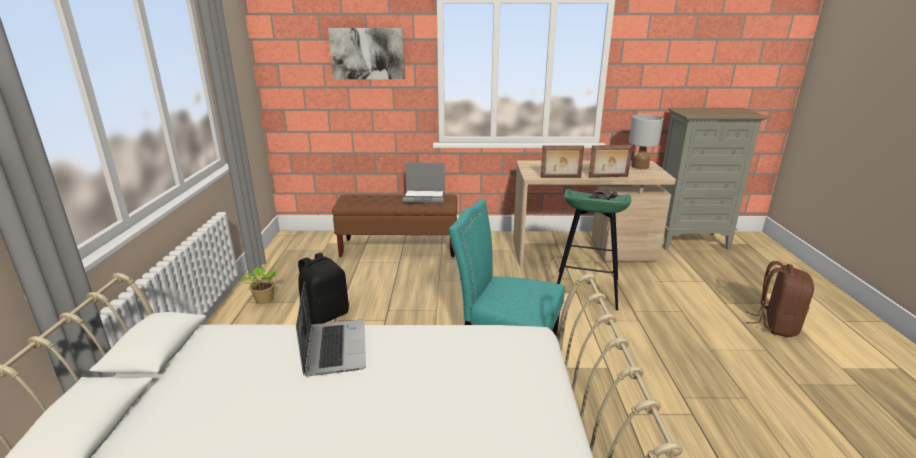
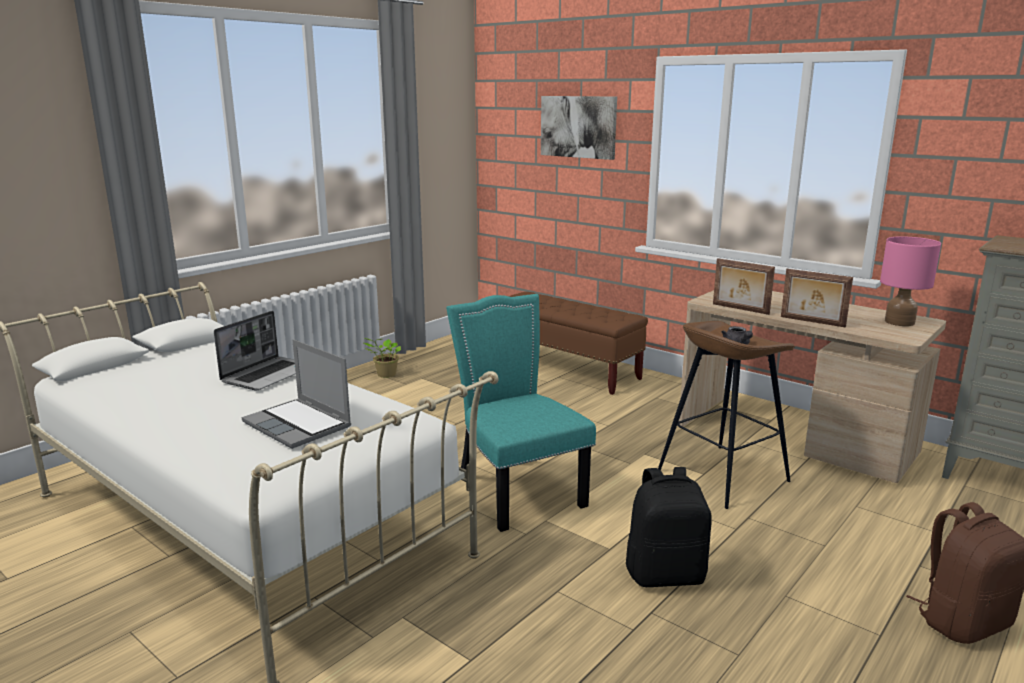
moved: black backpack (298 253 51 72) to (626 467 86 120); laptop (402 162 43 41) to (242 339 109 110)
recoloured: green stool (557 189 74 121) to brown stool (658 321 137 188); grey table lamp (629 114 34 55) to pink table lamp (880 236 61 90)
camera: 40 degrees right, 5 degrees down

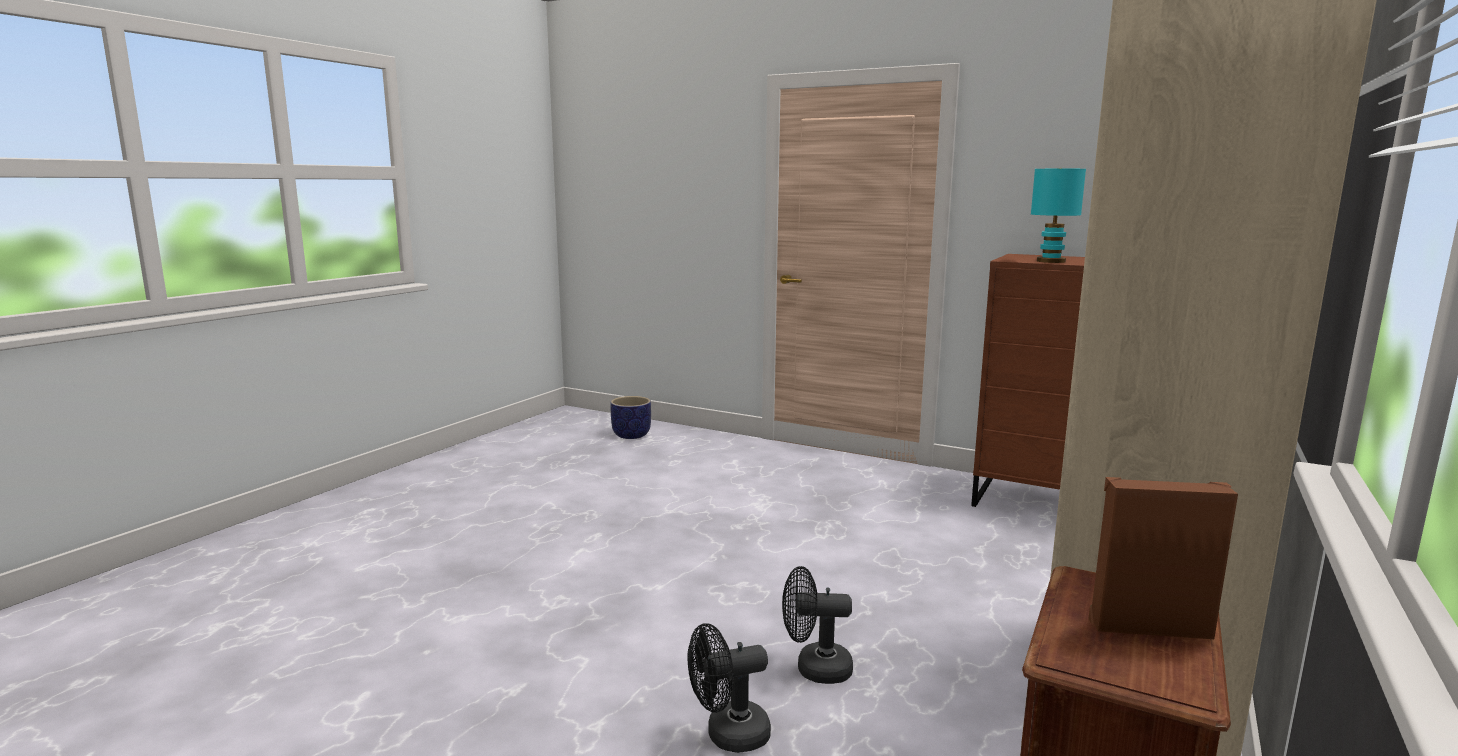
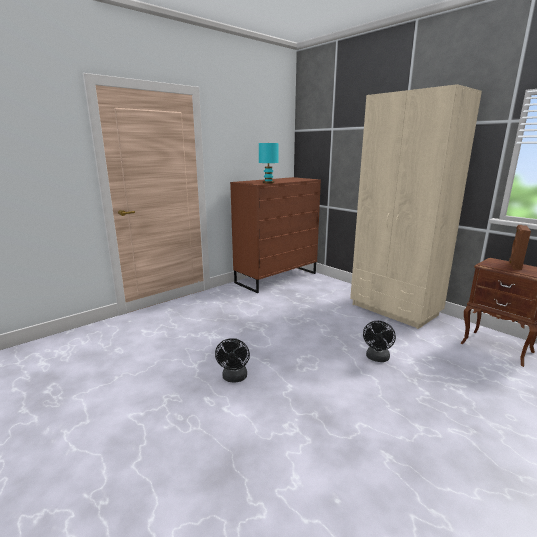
removed: planter (611 396 40 43)
moved: black fan (688 623 83 130) to (215 338 35 44)
camera: 70 degrees left, 5 degrees up

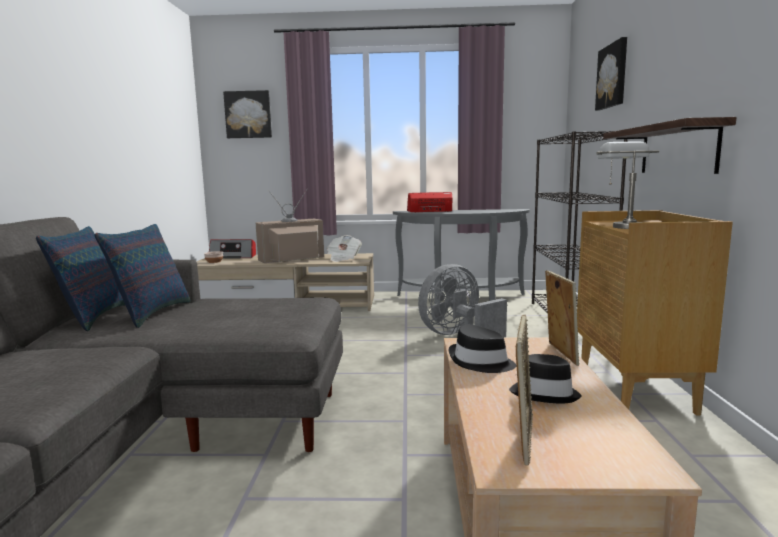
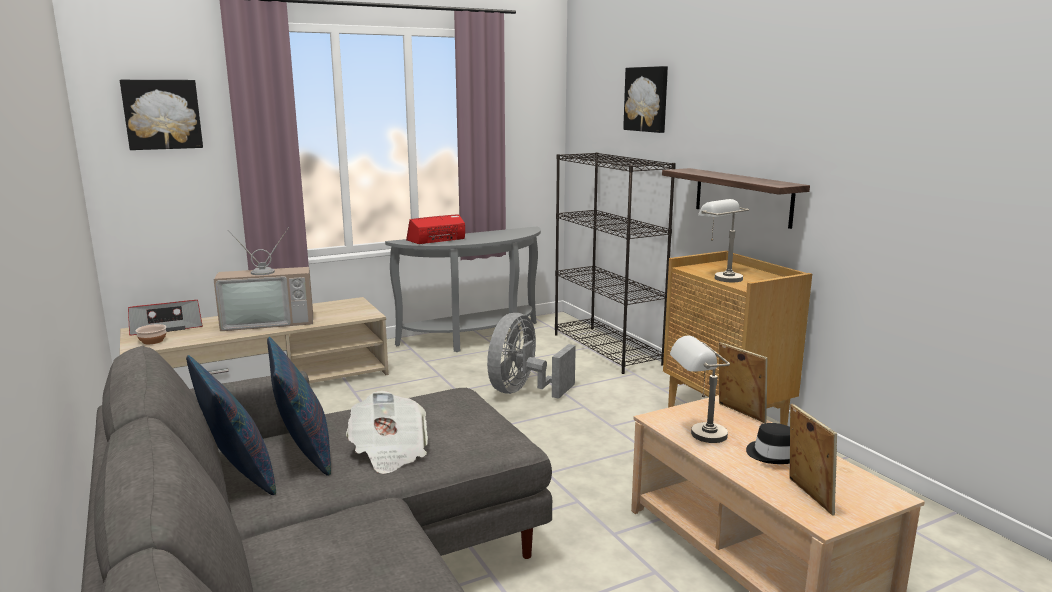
moved: newspaper (327 235 35 27) to (346 391 82 83)
replaced: black hat (449 324 67 49) to grey table lamp (670 335 60 108)
turned: television (256 190 68 73) = (214 227 99 104) 135 degrees counterclockwise
camera: 30 degrees left, 5 degrees up

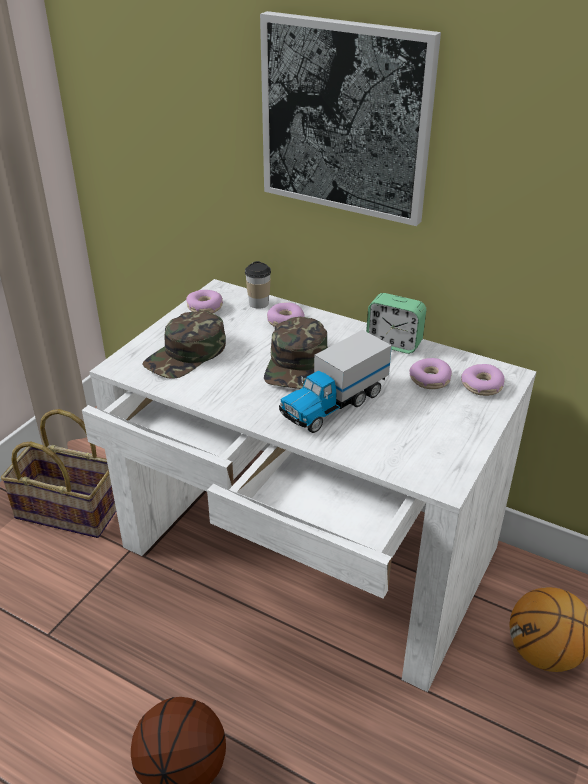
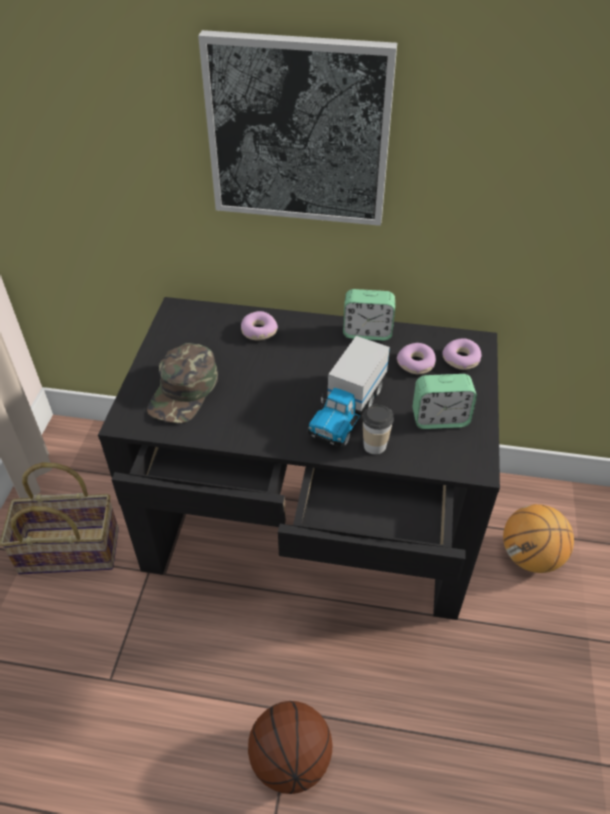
removed: donut (186 290 37 23); green cap (264 317 64 72)
added: alarm clock (412 374 65 55)
moved: cup (245 261 26 48) to (362 404 32 51)
recoloured: white desk (82 279 455 413) to black desk (98 297 402 323)
camera: 20 degrees left, 10 degrees up

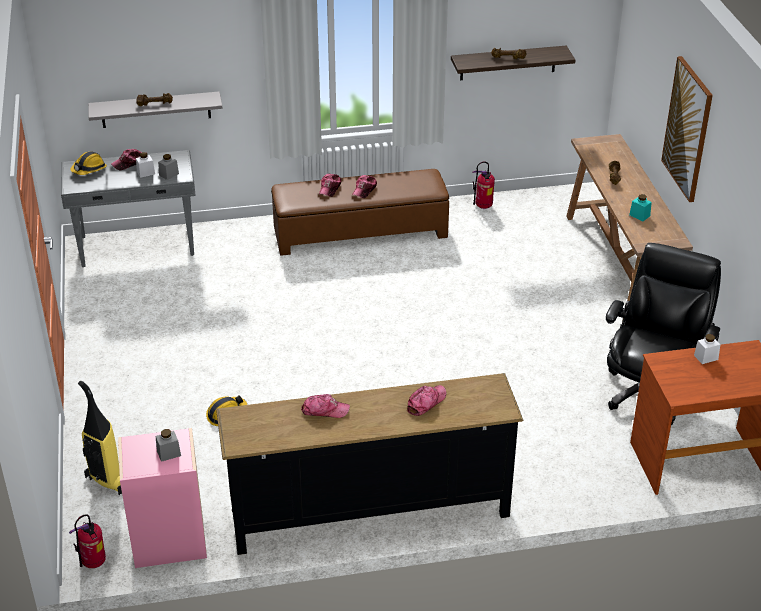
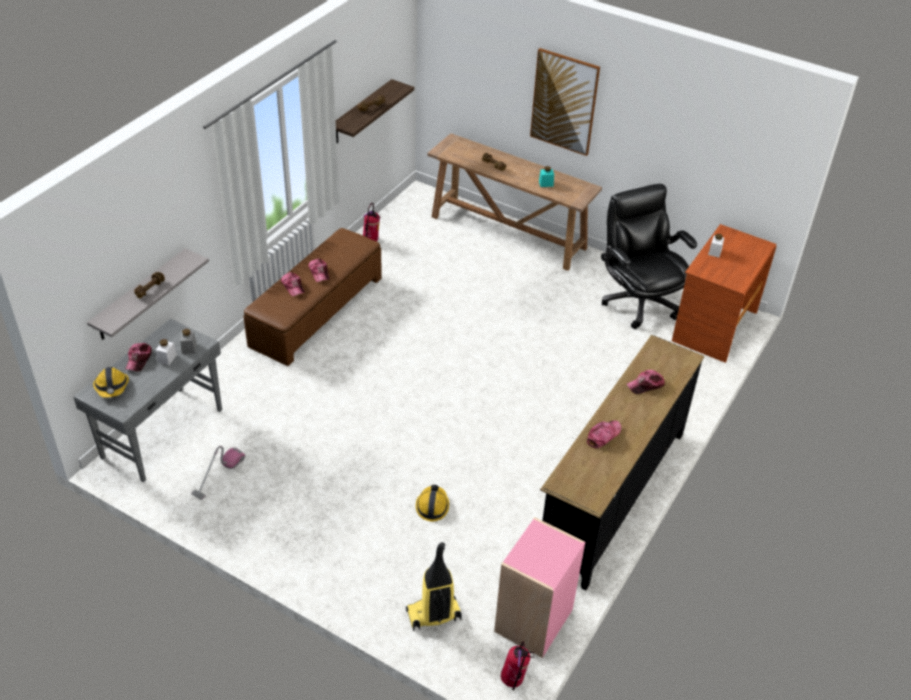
removed: grey jar (156 429 25 33)
added: vacuum cleaner (191 446 54 54)
turned: cap (407 385 39 31) = (627 370 38 24) 105 degrees counterclockwise
camera: 50 degrees left, 5 degrees up

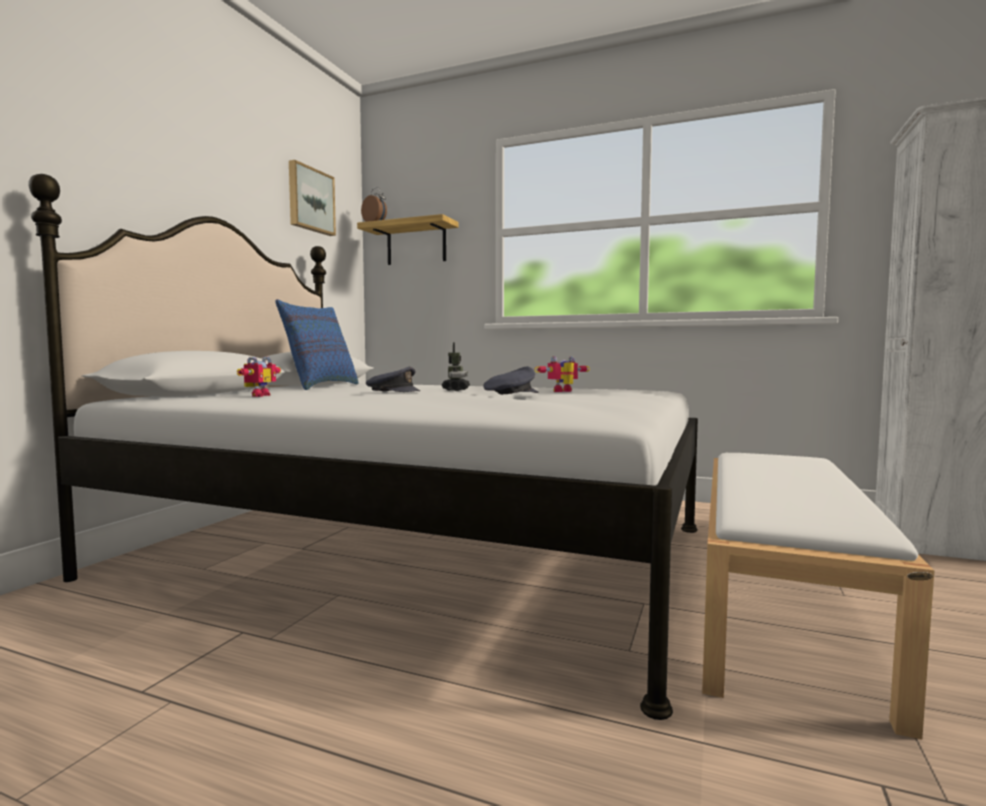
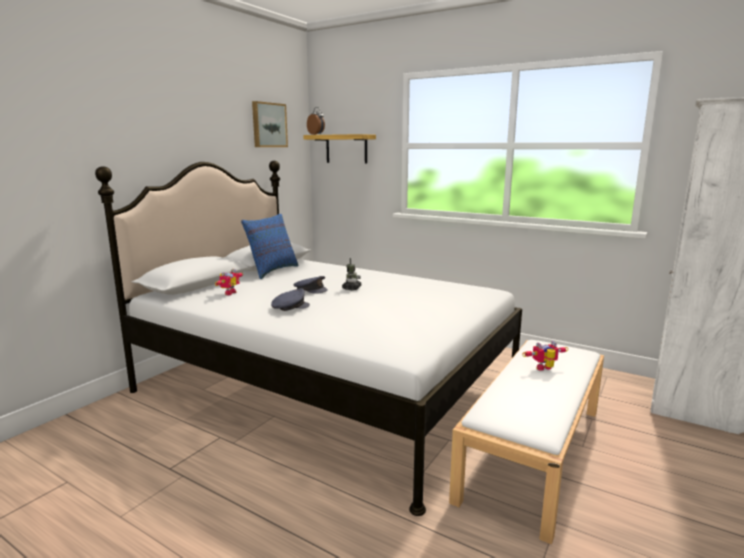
moved: grey cap (483 366 56 29) to (271 288 39 23); toy robot (534 356 56 36) to (523 341 45 30)
camera: 10 degrees right, 10 degrees up

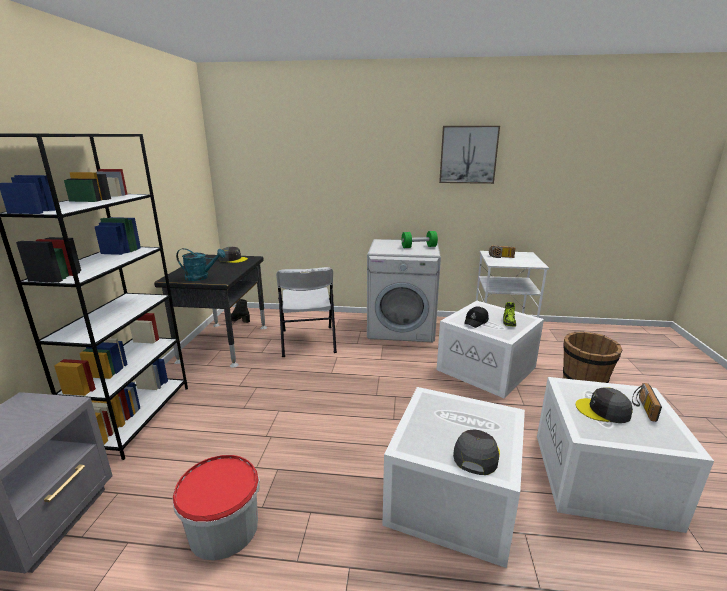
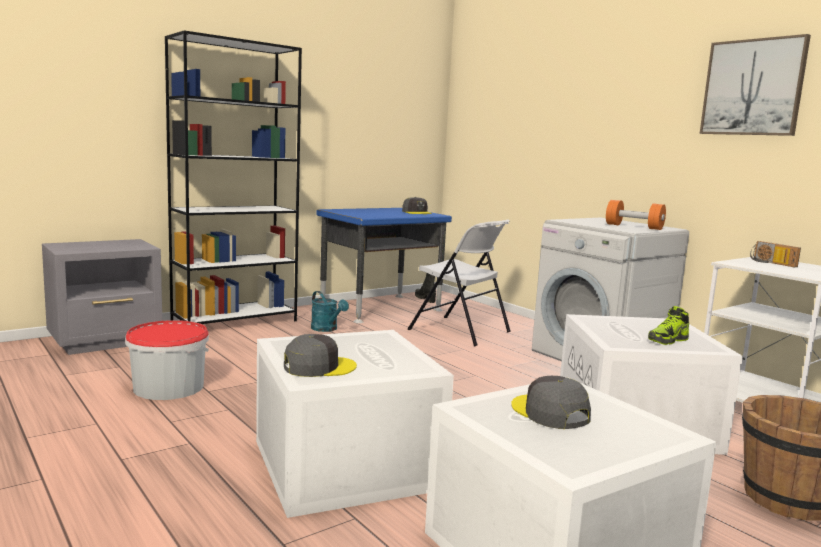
removed: black cap (464 307 25 21); radio (632 383 30 39)
moved: turquoise watering can (176 248 49 33) to (311 291 38 41)
recoloured: black desk (154 255 113 112) to blue desk (317 208 135 115); green dumbbell (402 231 36 17) to orange dumbbell (606 200 60 30)
turned: white chair (276 267 61 90) = (408 219 103 128) 90 degrees counterclockwise
camera: 45 degrees right, 10 degrees down

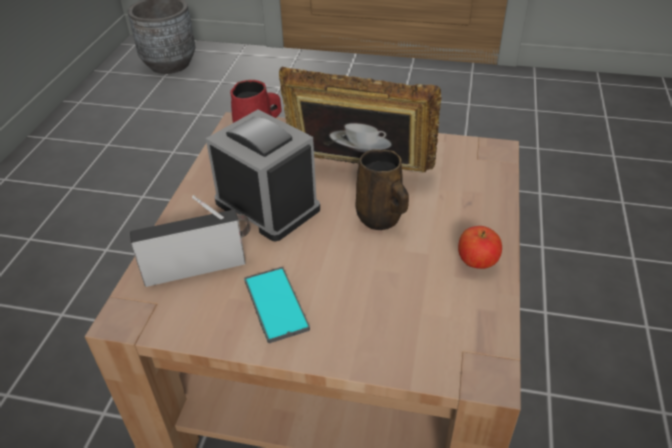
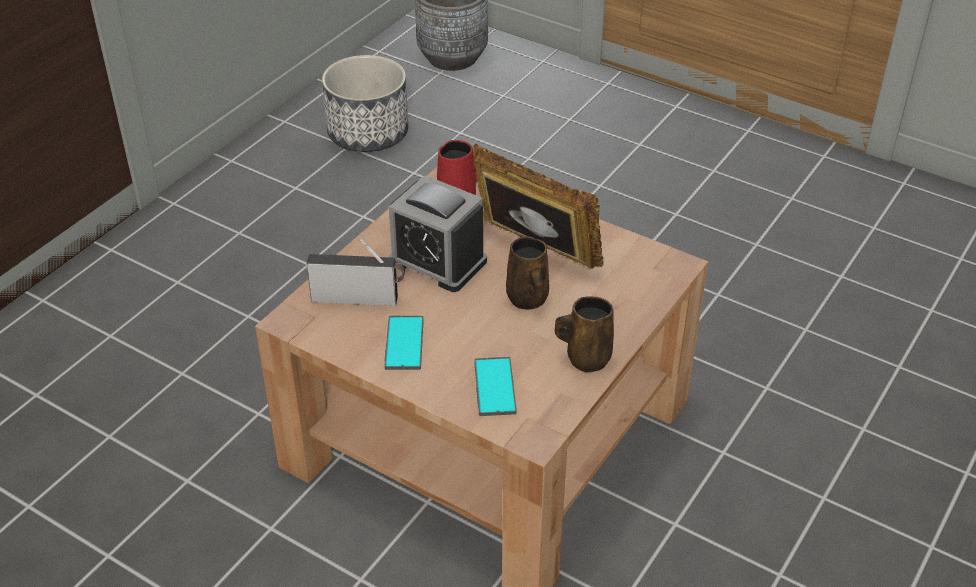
added: planter (322 55 86 97); phone (474 357 43 59)
replaced: apple (458 226 44 43) to brown mug (555 296 59 76)
turned: alarm clock (206 109 114 132) = (389 175 98 117) 150 degrees clockwise
camera: 20 degrees right, 0 degrees up

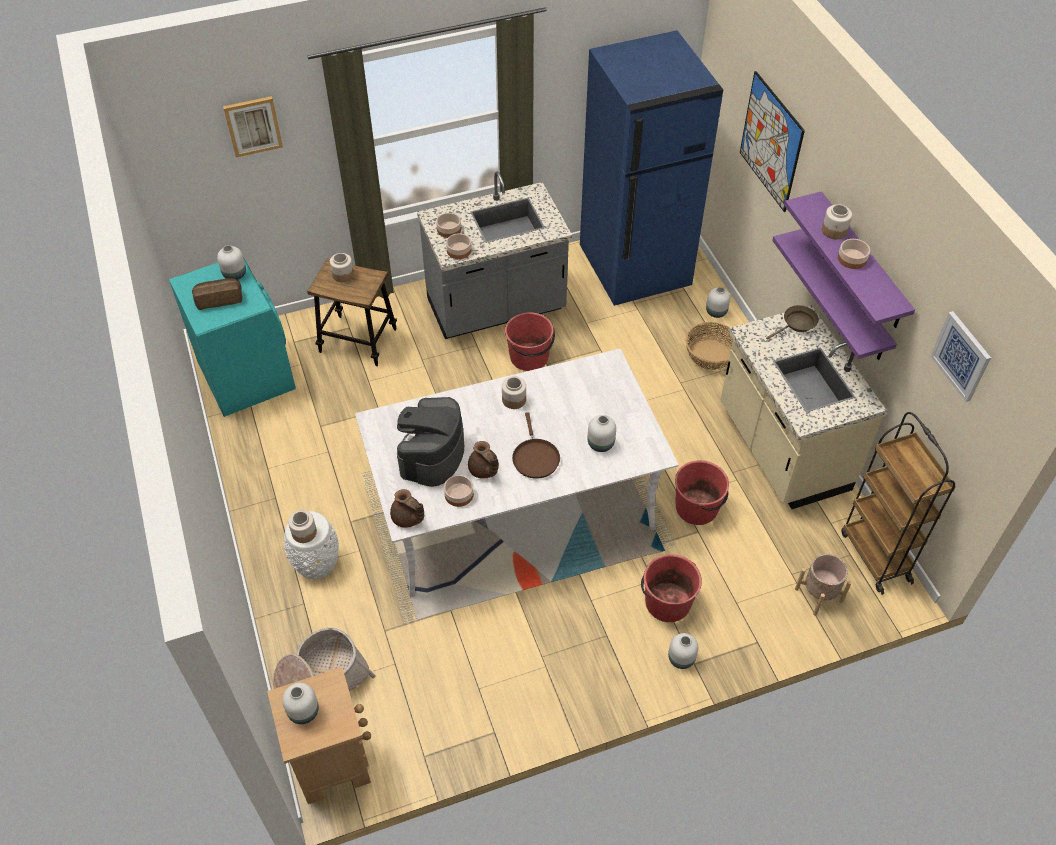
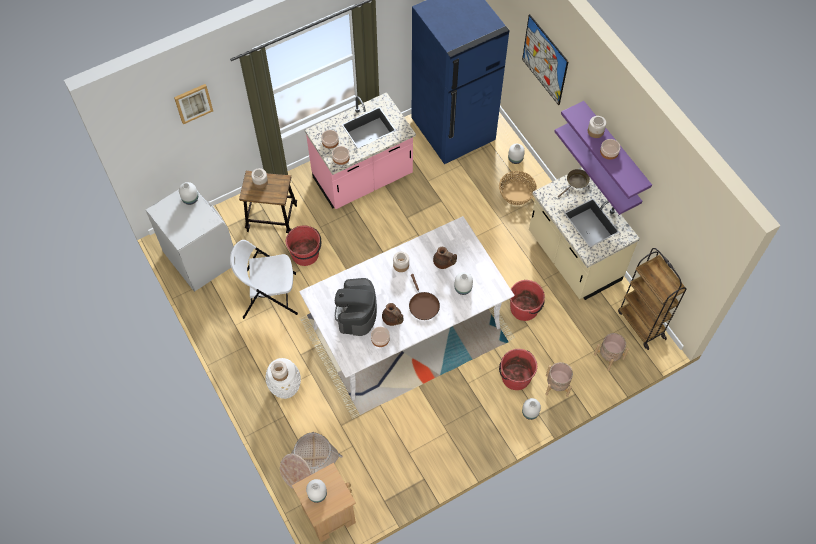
removed: bread (192 278 50 32); picture (931 311 60 91)
added: white chair (230 240 68 79); beige planter (545 362 28 35)
moved: brown teapot (390 489 34 39) to (433 247 24 22); red bucket (505 312 50 59) to (286 225 35 41)
recoloured: turquoise washing machine (169 259 127 158) to white washing machine (146 189 89 103); grey counter (417 171 155 168) to pink counter (305 92 111 117)
camera: 10 degrees left, 10 degrees up

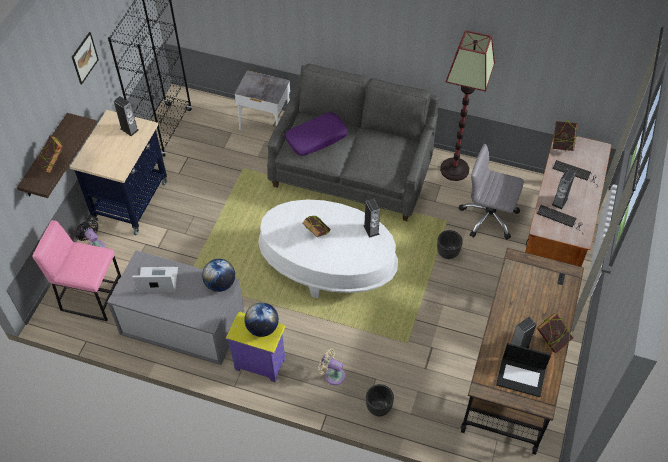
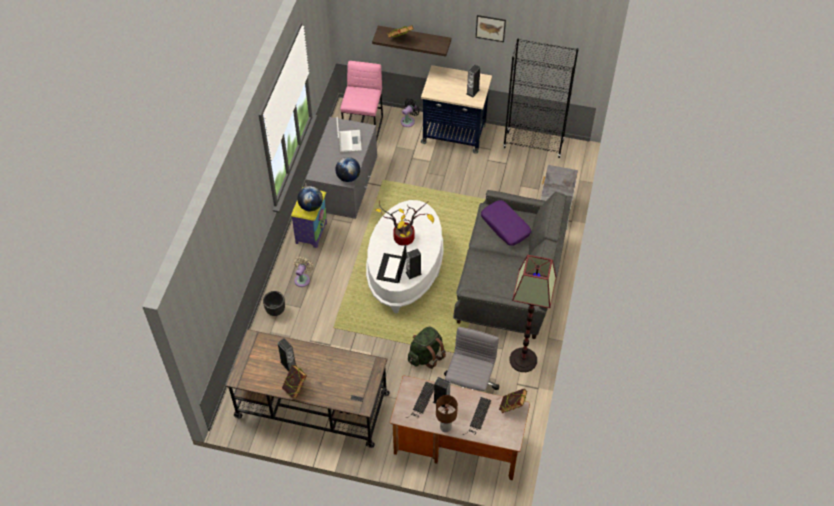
added: brown table lamp (436 395 22 37)
moved: laptop (496 343 55 54) to (376 244 30 39)
replaced: book (303 216 28 21) to potted plant (376 201 58 45); black planter (437 230 26 29) to green backpack (408 326 38 43)
camera: 85 degrees right, 0 degrees up

